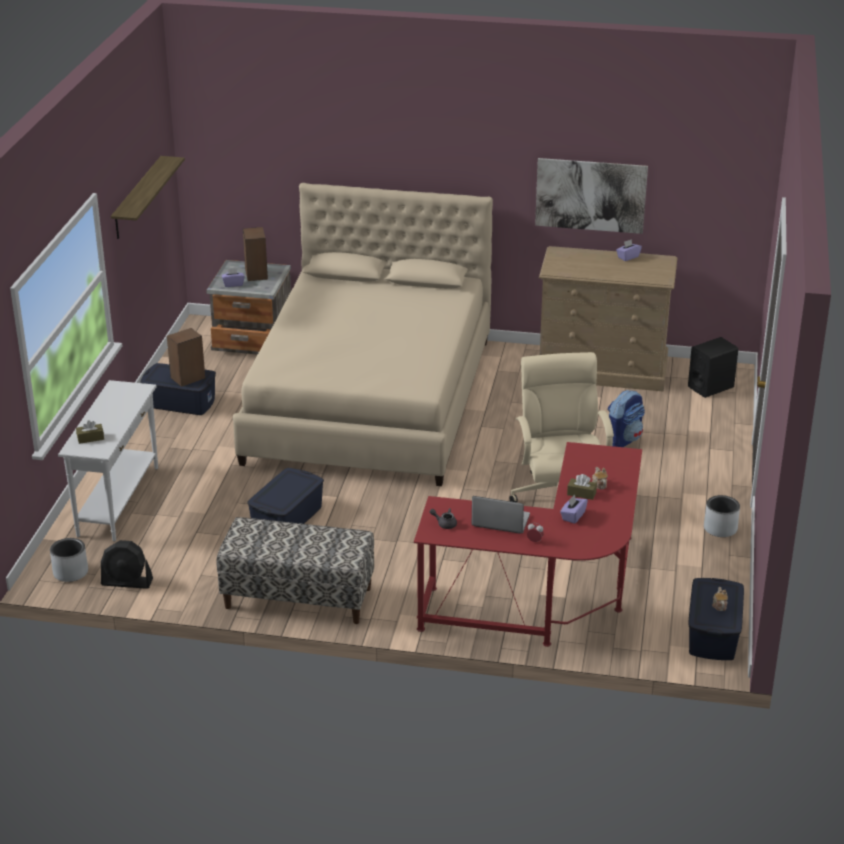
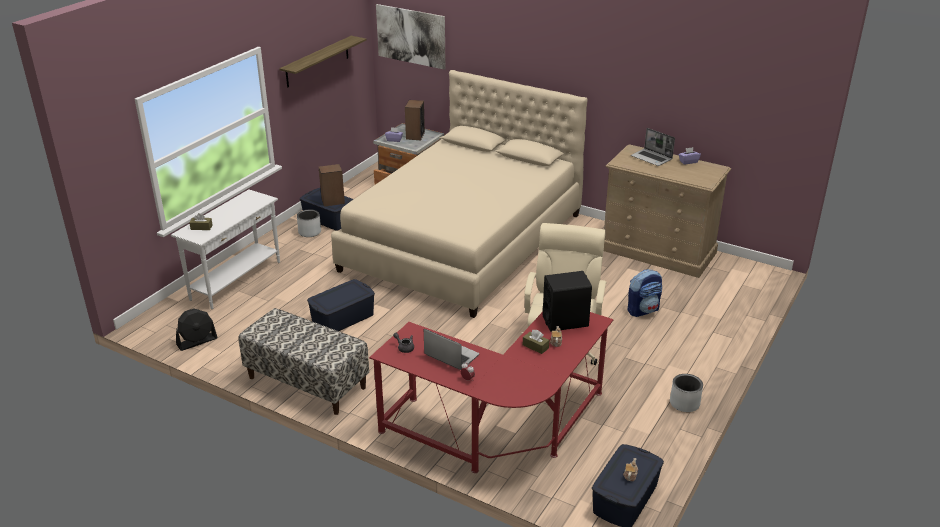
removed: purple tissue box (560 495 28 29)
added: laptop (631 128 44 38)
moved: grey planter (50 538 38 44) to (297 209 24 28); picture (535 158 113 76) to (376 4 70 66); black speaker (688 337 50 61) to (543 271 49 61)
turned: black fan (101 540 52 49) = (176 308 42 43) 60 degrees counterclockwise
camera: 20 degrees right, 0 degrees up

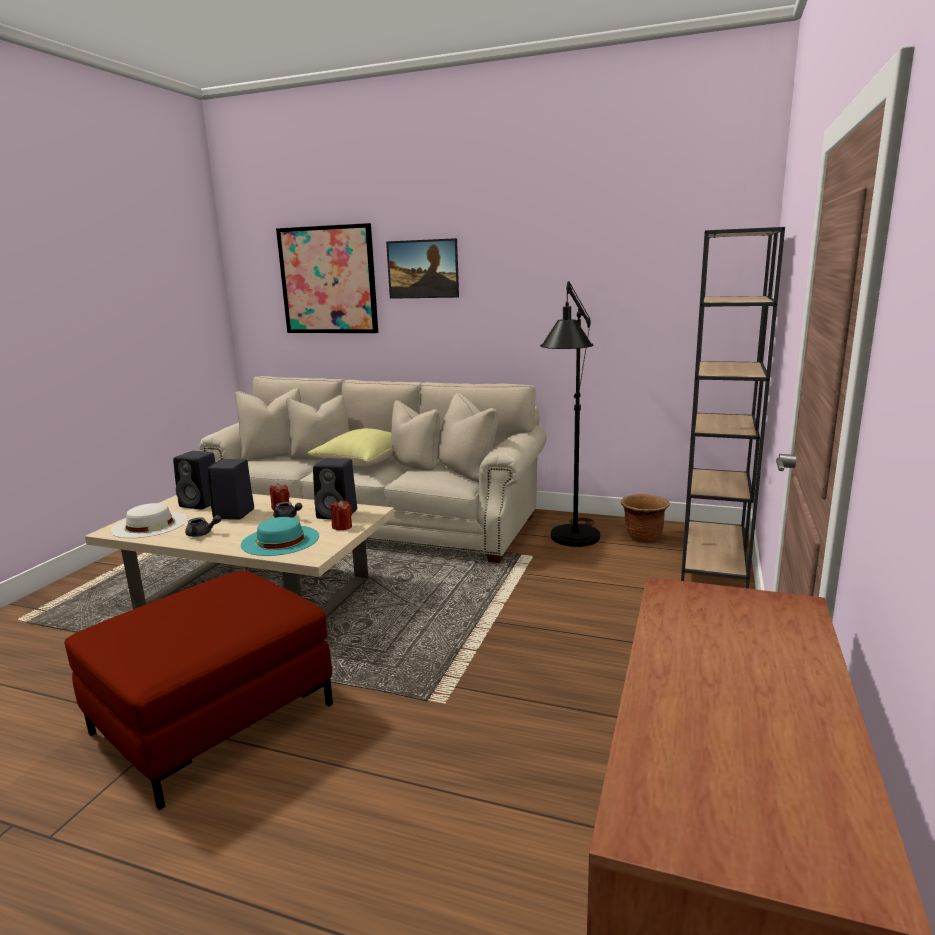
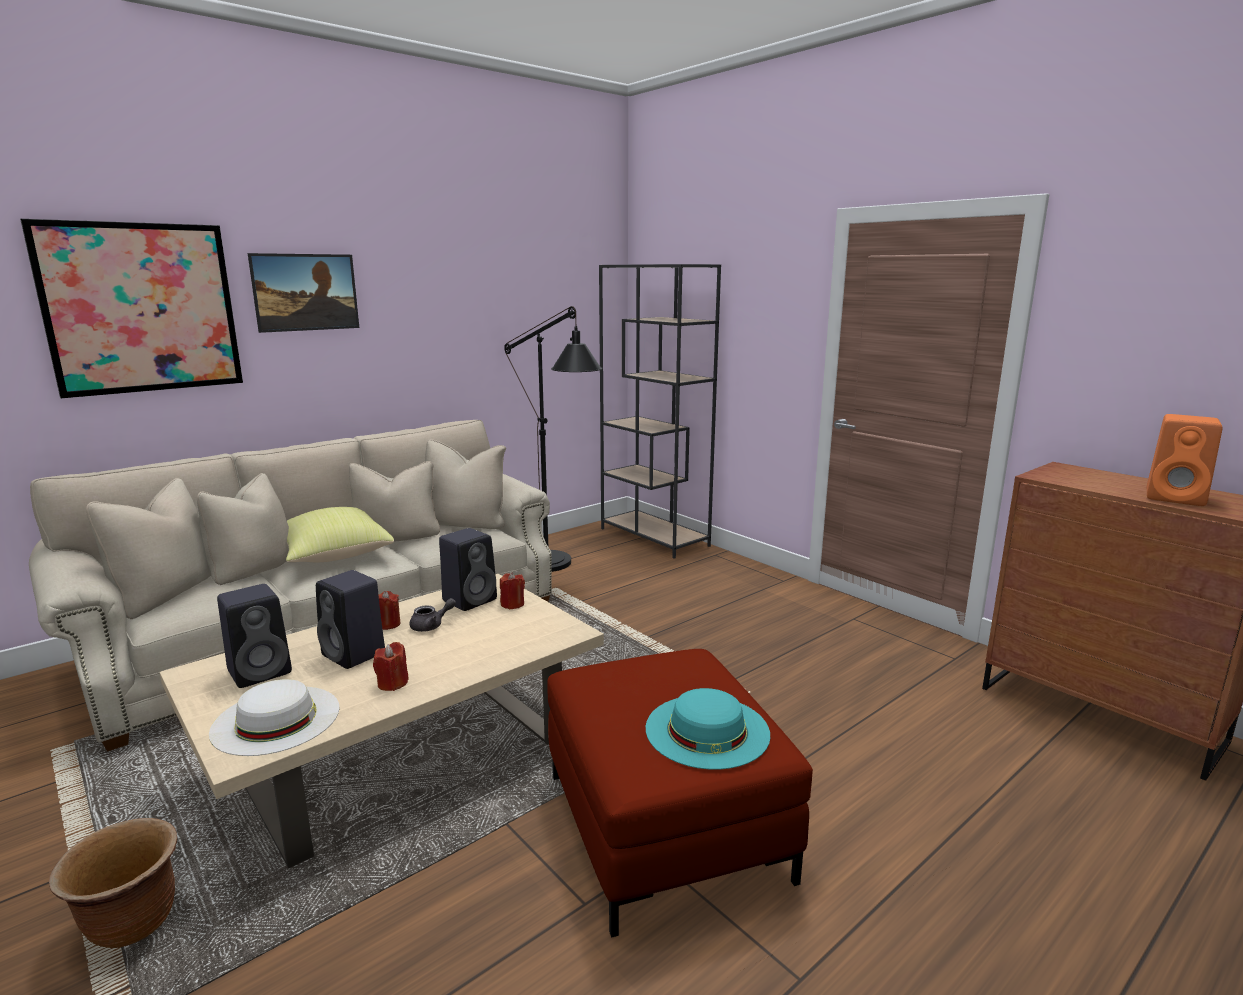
added: orange speaker (1147 414 75 92)
moved: turquoise hat (241 517 78 39) to (646 688 124 82); brown planter (621 494 49 48) to (49 818 128 130)
replaced: grey teapot (185 515 36 22) to red candle (373 642 36 49)
camera: 60 degrees left, 0 degrees up

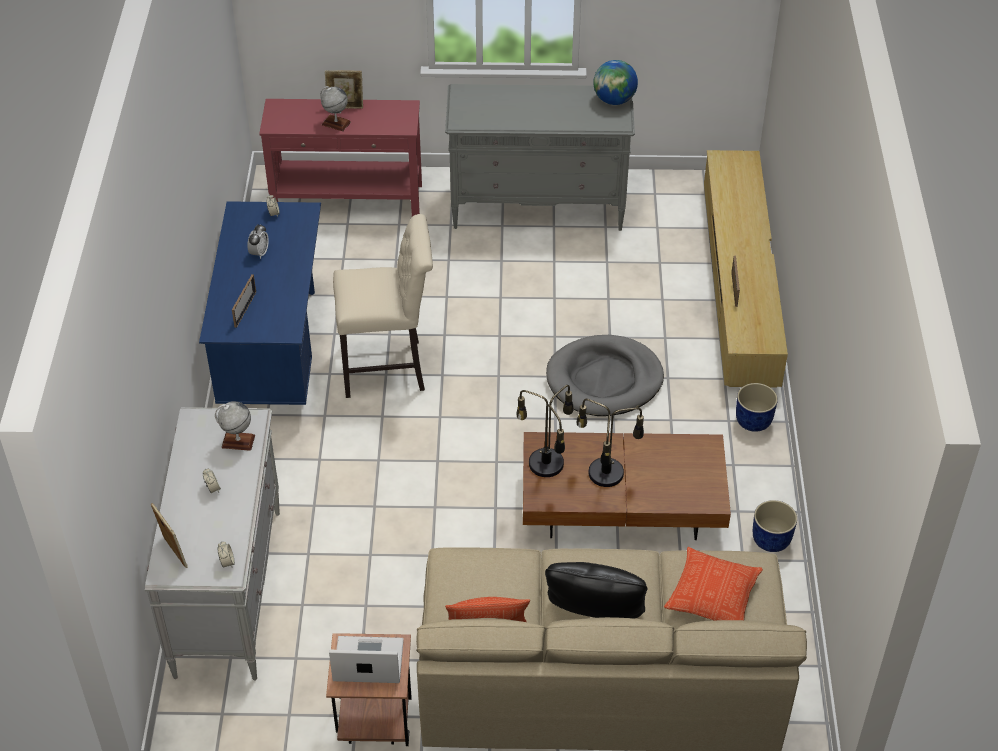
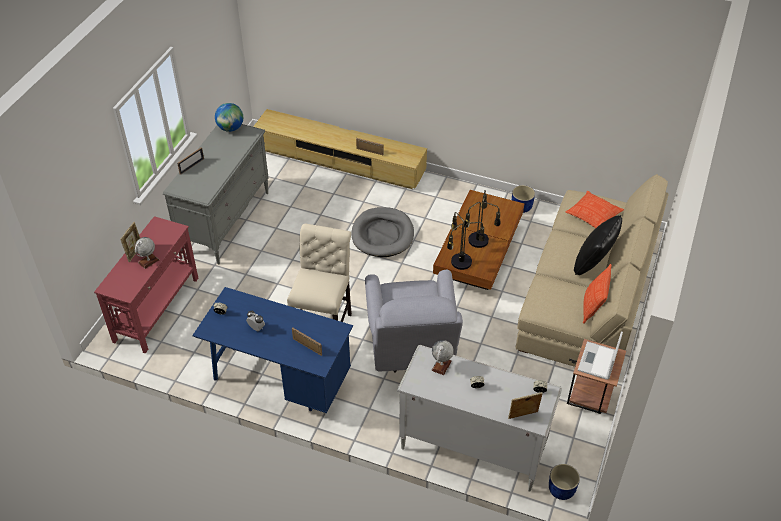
added: picture frame (177 147 27 28); grey armchair (365 270 98 102)
moved: blue planter (736 383 42 49) to (549 464 31 36)
camera: 70 degrees left, 0 degrees up

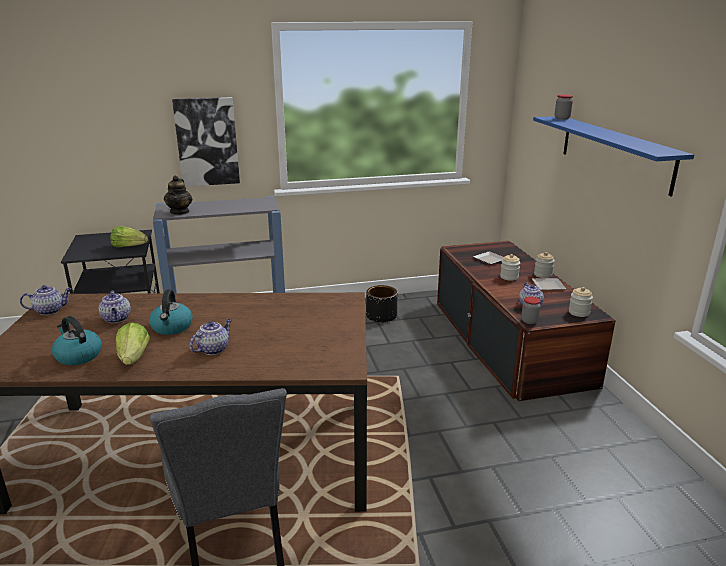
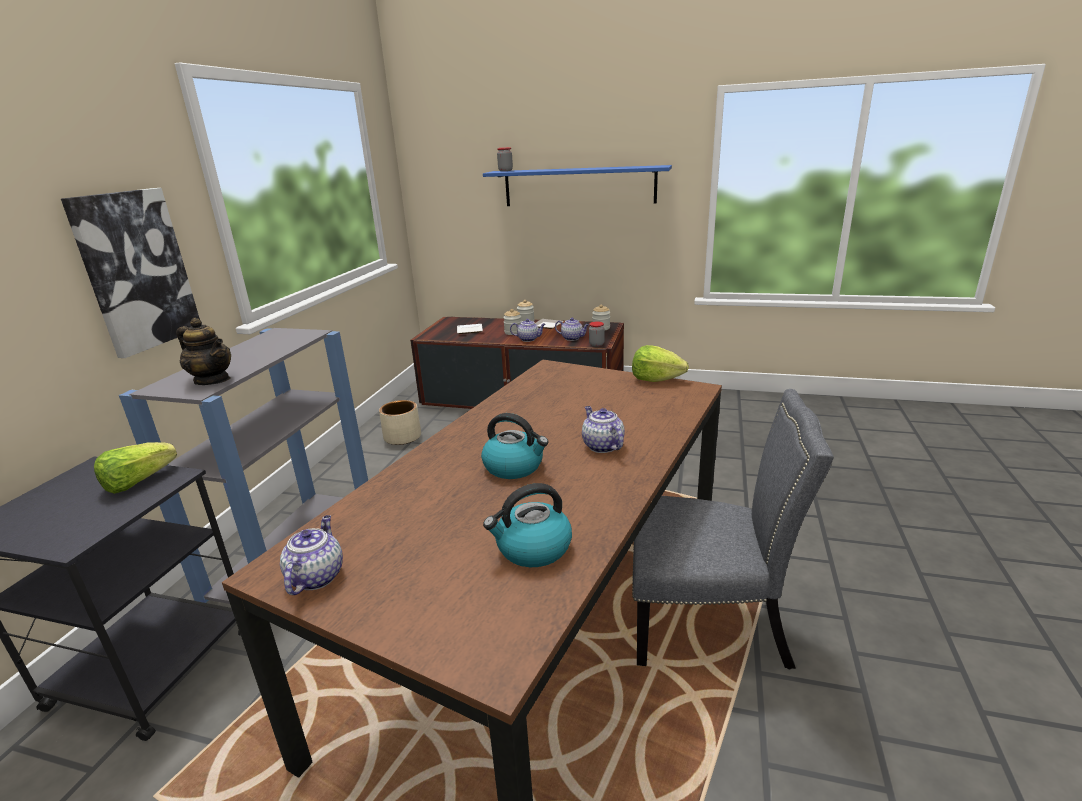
moved: teapot (99 291 32 32) to (510 319 36 23); lettuce (116 322 34 43) to (632 345 57 37)
recoloured: black planter (366 285 32 38) to beige planter (379 400 42 45)
camera: 60 degrees left, 0 degrees up

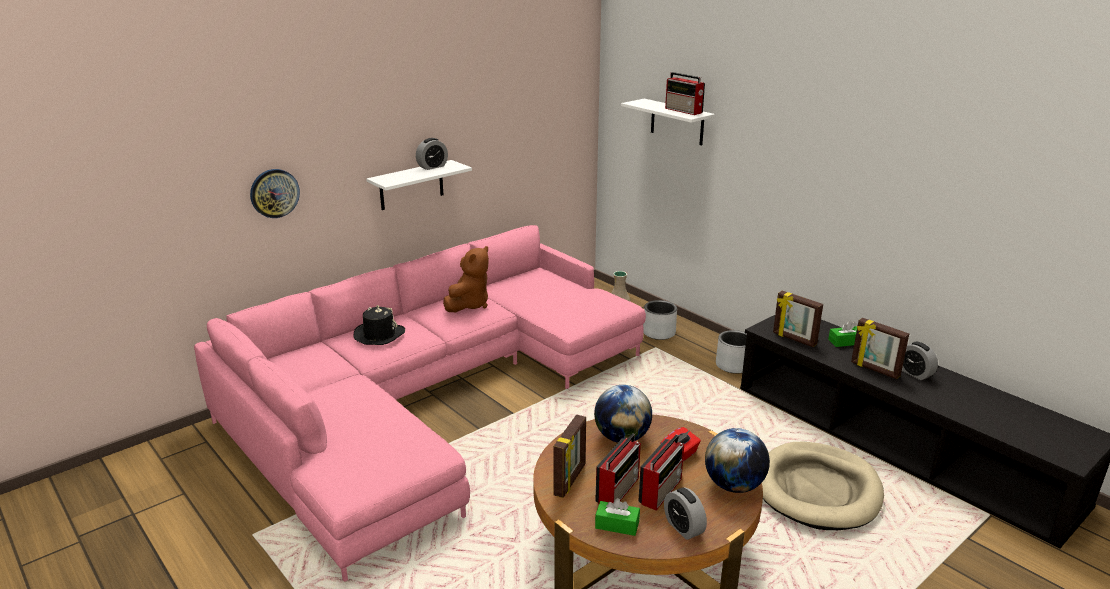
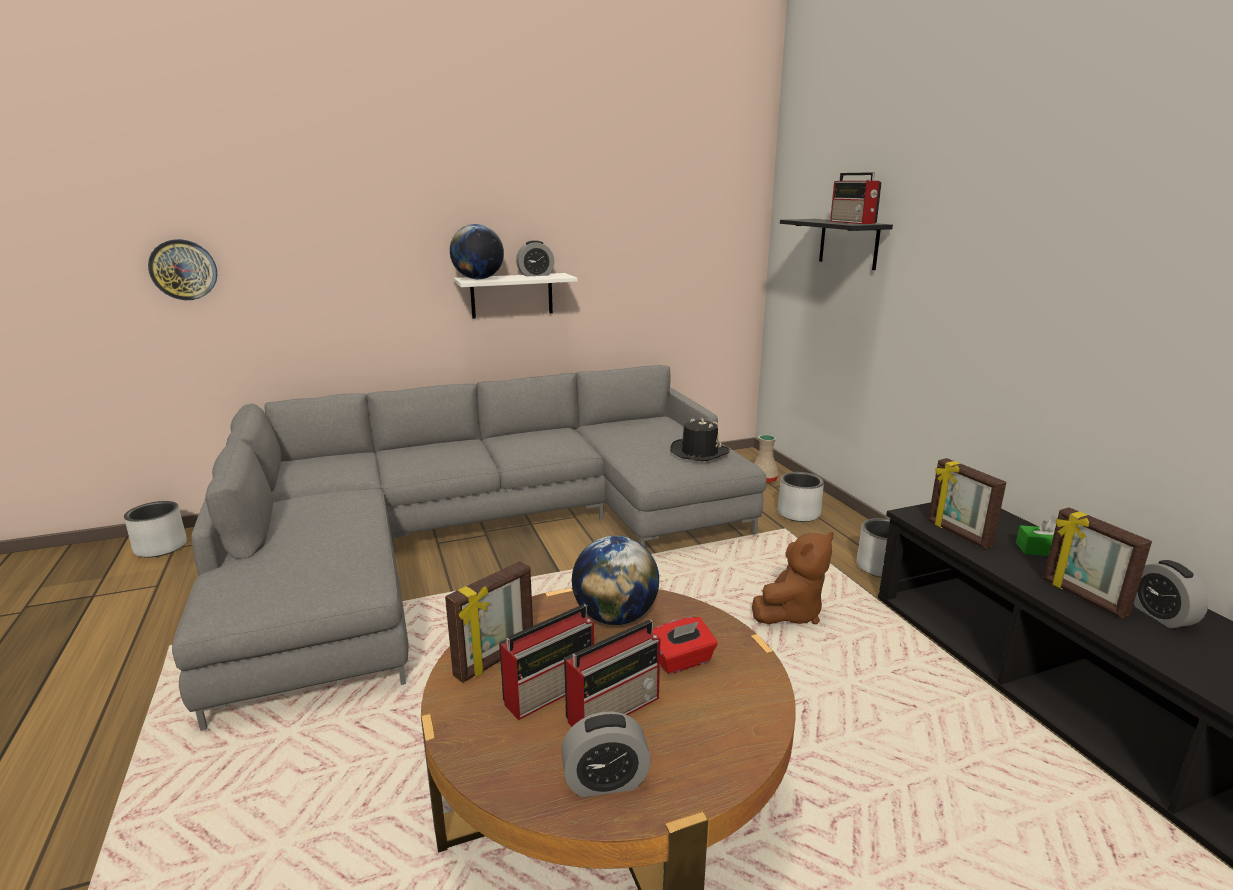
removed: green tissue box (595 498 45 38); beige dog bed (762 442 122 88)
added: grey planter (124 501 63 57)
moved: wall clock (250 169 50 49) to (148 239 69 61); black hat (354 305 51 40) to (670 418 60 43); brown plush toy (443 246 46 66) to (752 532 81 92); globe (705 428 65 65) to (450 224 54 55)
recoloured: pink sofa (194 225 452 357) to grey sofa (172 365 595 366); white shelf (621 99 94 47) to black shelf (780 219 113 51)
turned: alarm clock (664 488 43 52) = (561 712 90 85) 90 degrees counterclockwise
camera: 20 degrees right, 5 degrees down

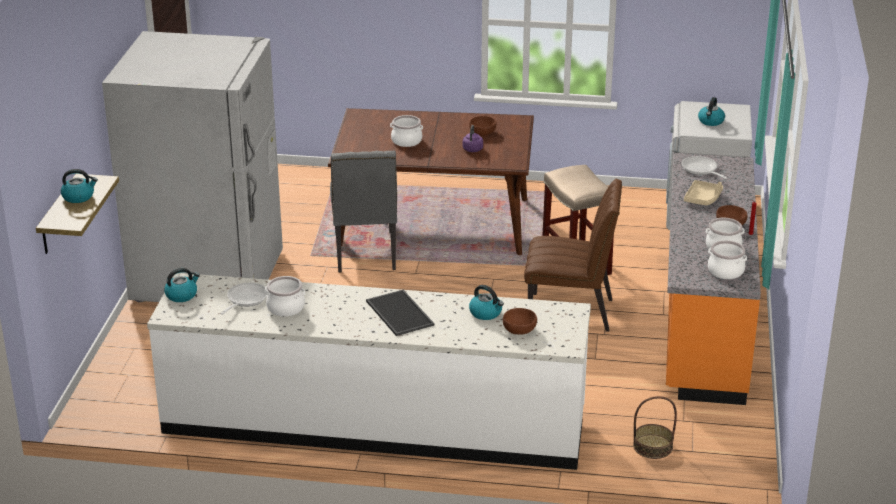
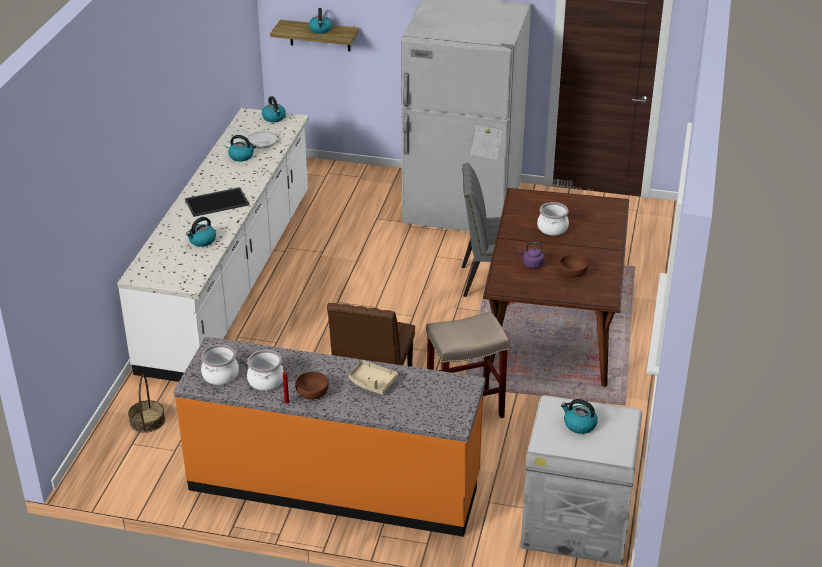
removed: brown bowl (503 308 34 27); frying pan (681 156 46 23)
replaced: cooking pot (265 276 40 41) to kettle (228 135 28 27)
camera: 95 degrees right, 5 degrees up

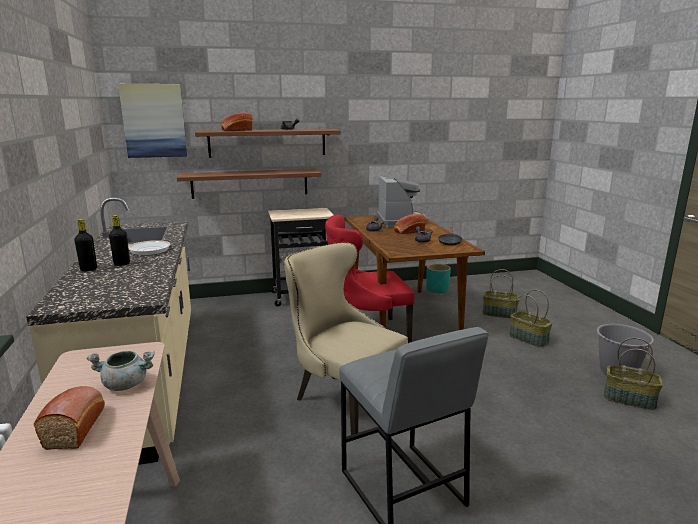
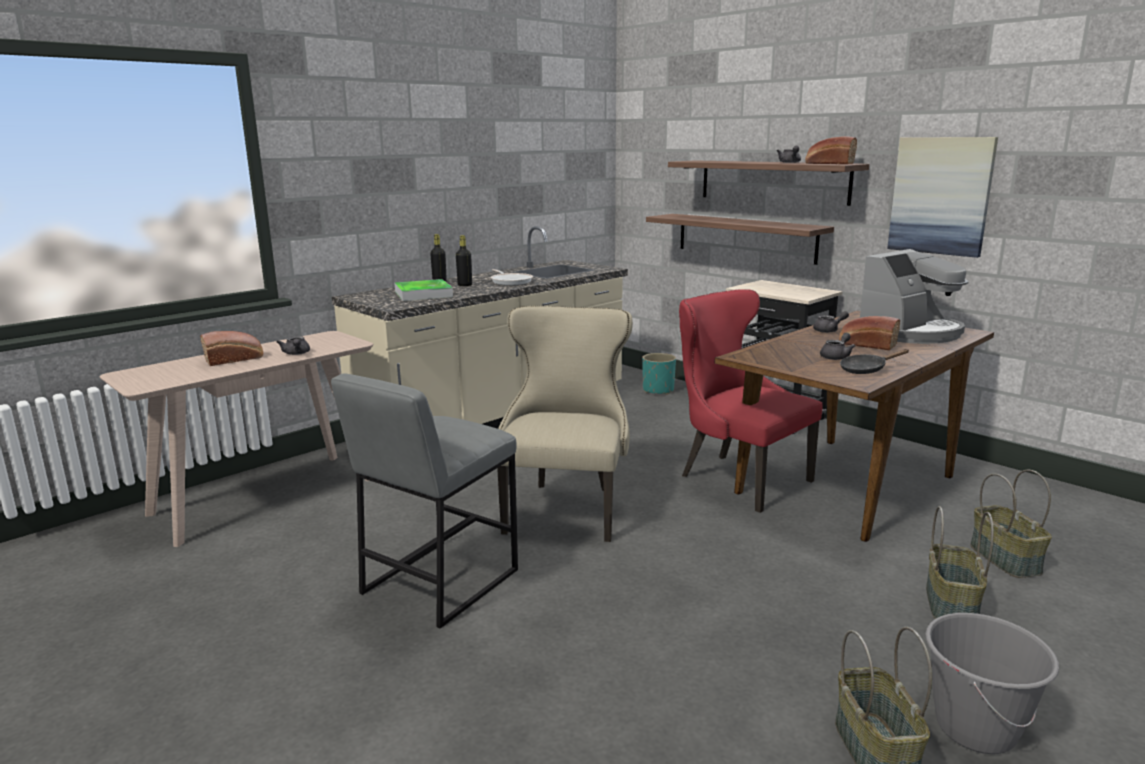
added: tray (395 279 58 22)
moved: picture (118 84 69 74) to (887 137 111 121); bread (221 113 31 18) to (805 136 52 28); turquoise planter (426 264 25 30) to (642 353 34 42)
replaced: grey cooking pot (86 351 69 40) to grey teapot (277 336 33 19)
camera: 60 degrees right, 0 degrees up

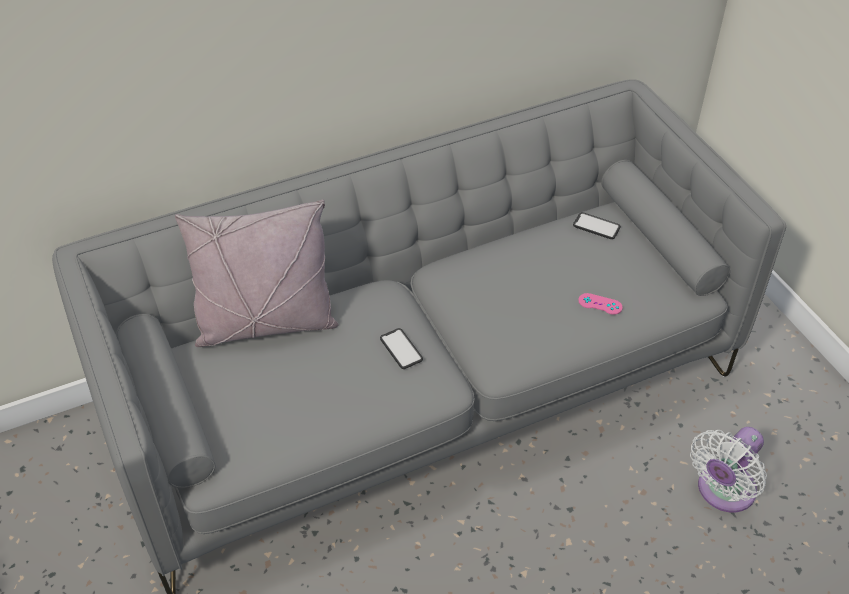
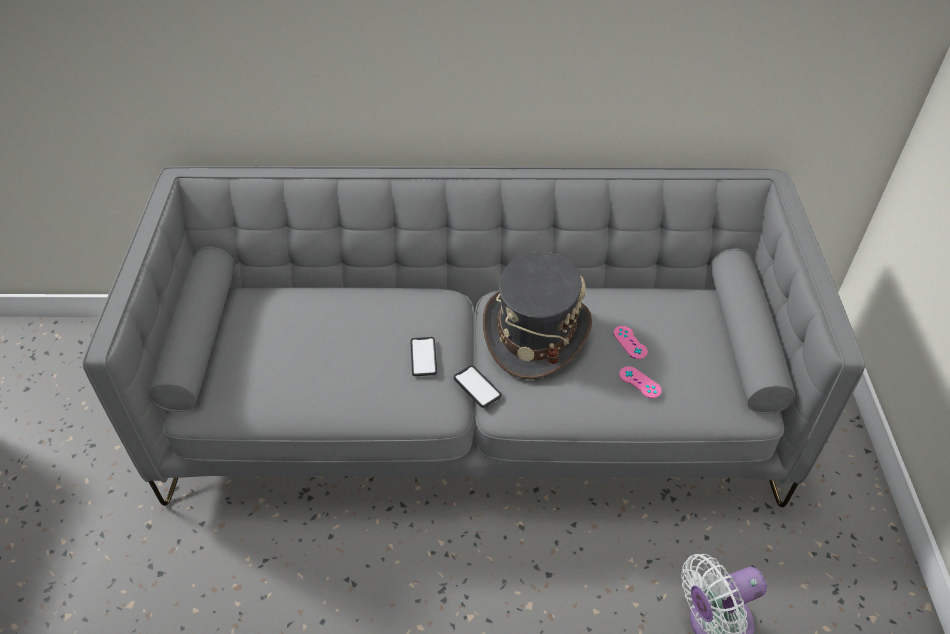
removed: purple pillow (175 199 163 148)
added: grey hat (483 252 109 128); pink game controller (613 326 35 33)
moved: phone (573 212 48 27) to (453 365 49 43)
camera: 25 degrees right, 0 degrees up

